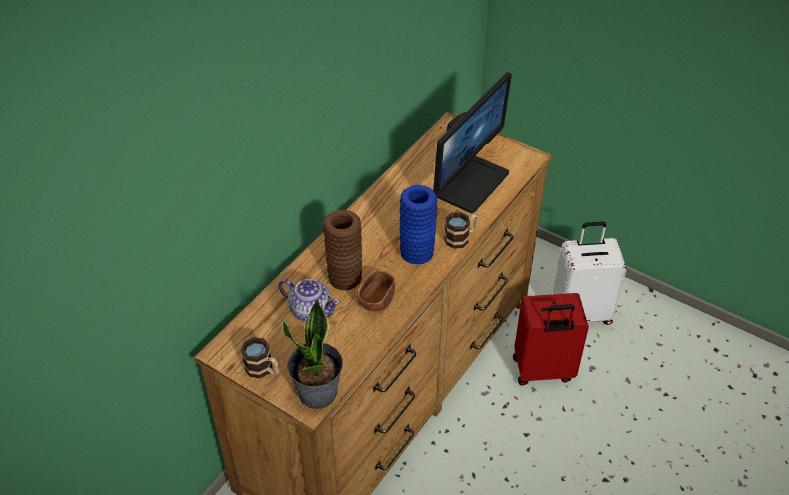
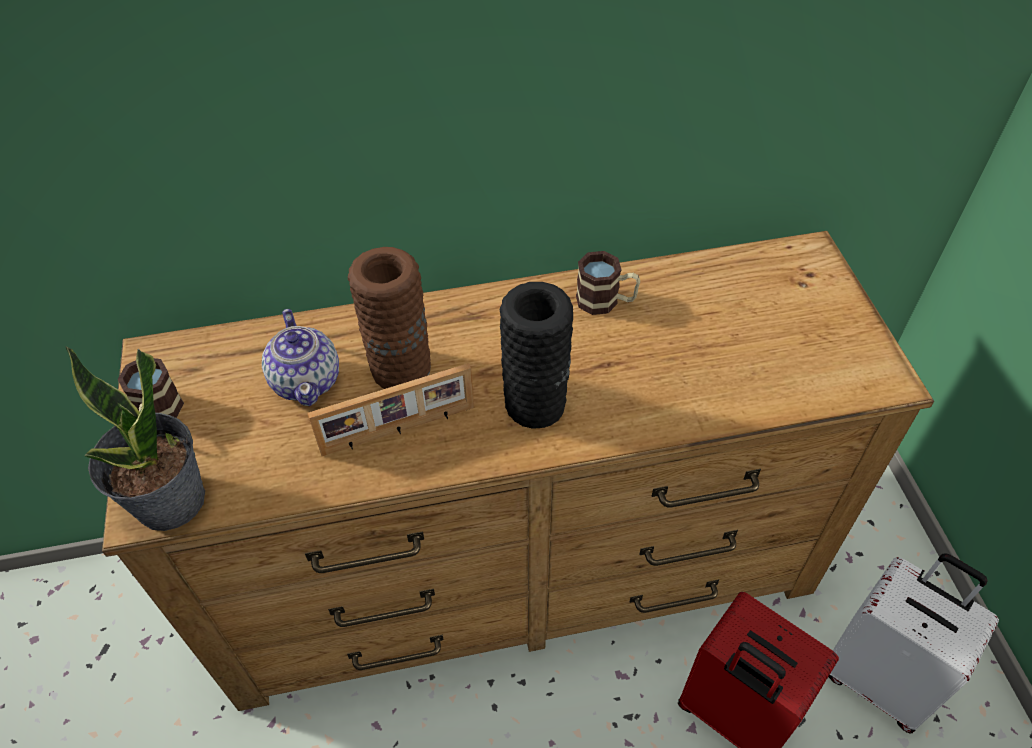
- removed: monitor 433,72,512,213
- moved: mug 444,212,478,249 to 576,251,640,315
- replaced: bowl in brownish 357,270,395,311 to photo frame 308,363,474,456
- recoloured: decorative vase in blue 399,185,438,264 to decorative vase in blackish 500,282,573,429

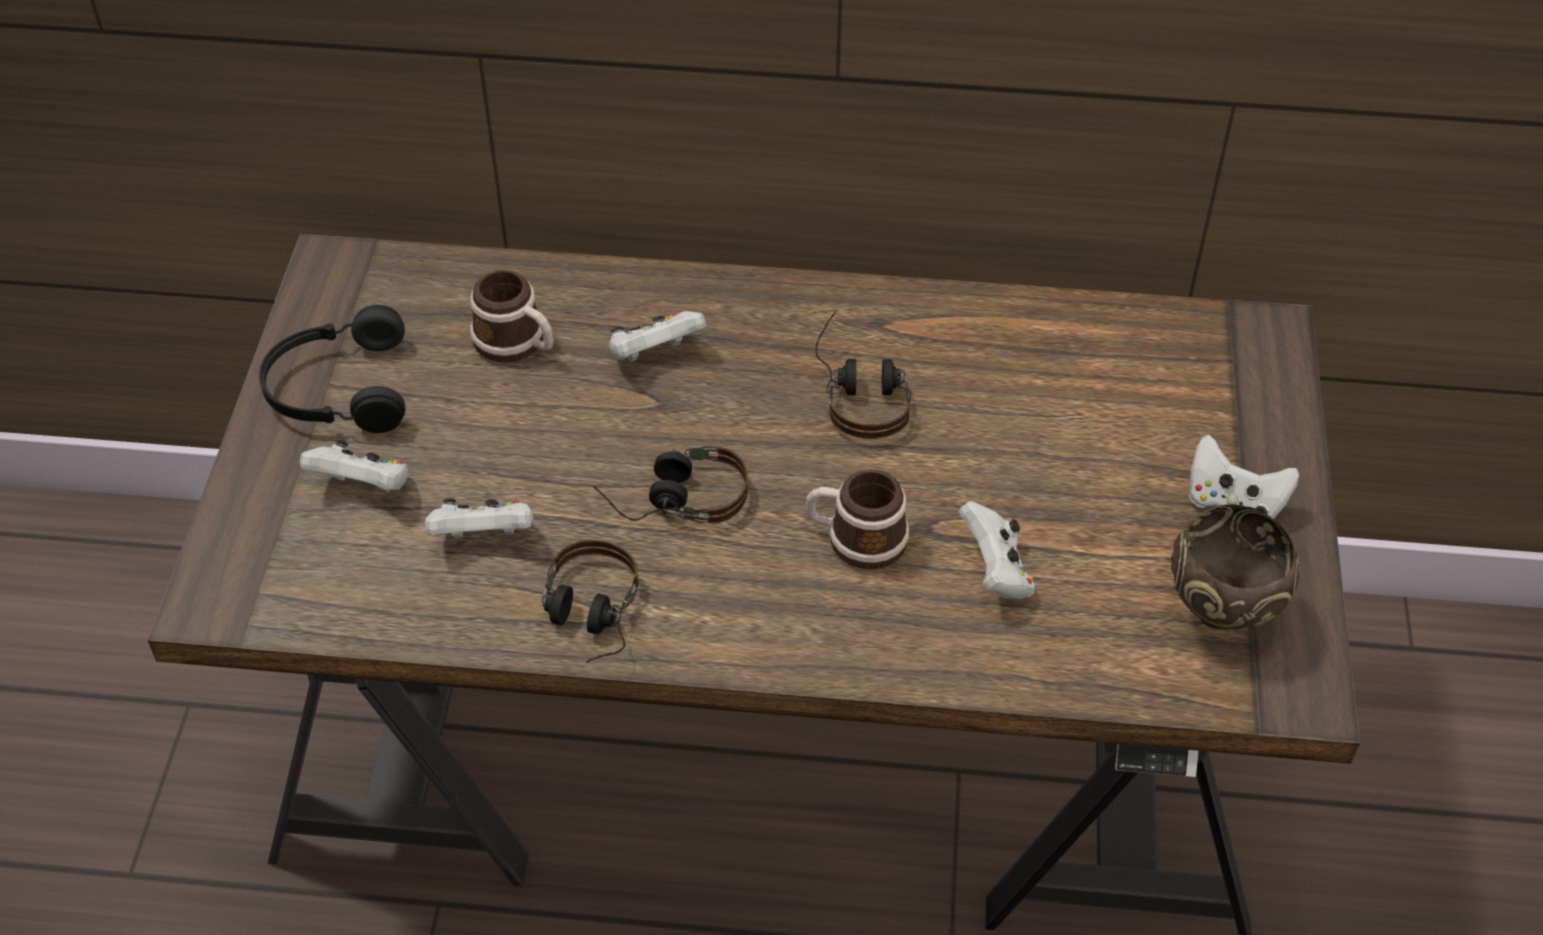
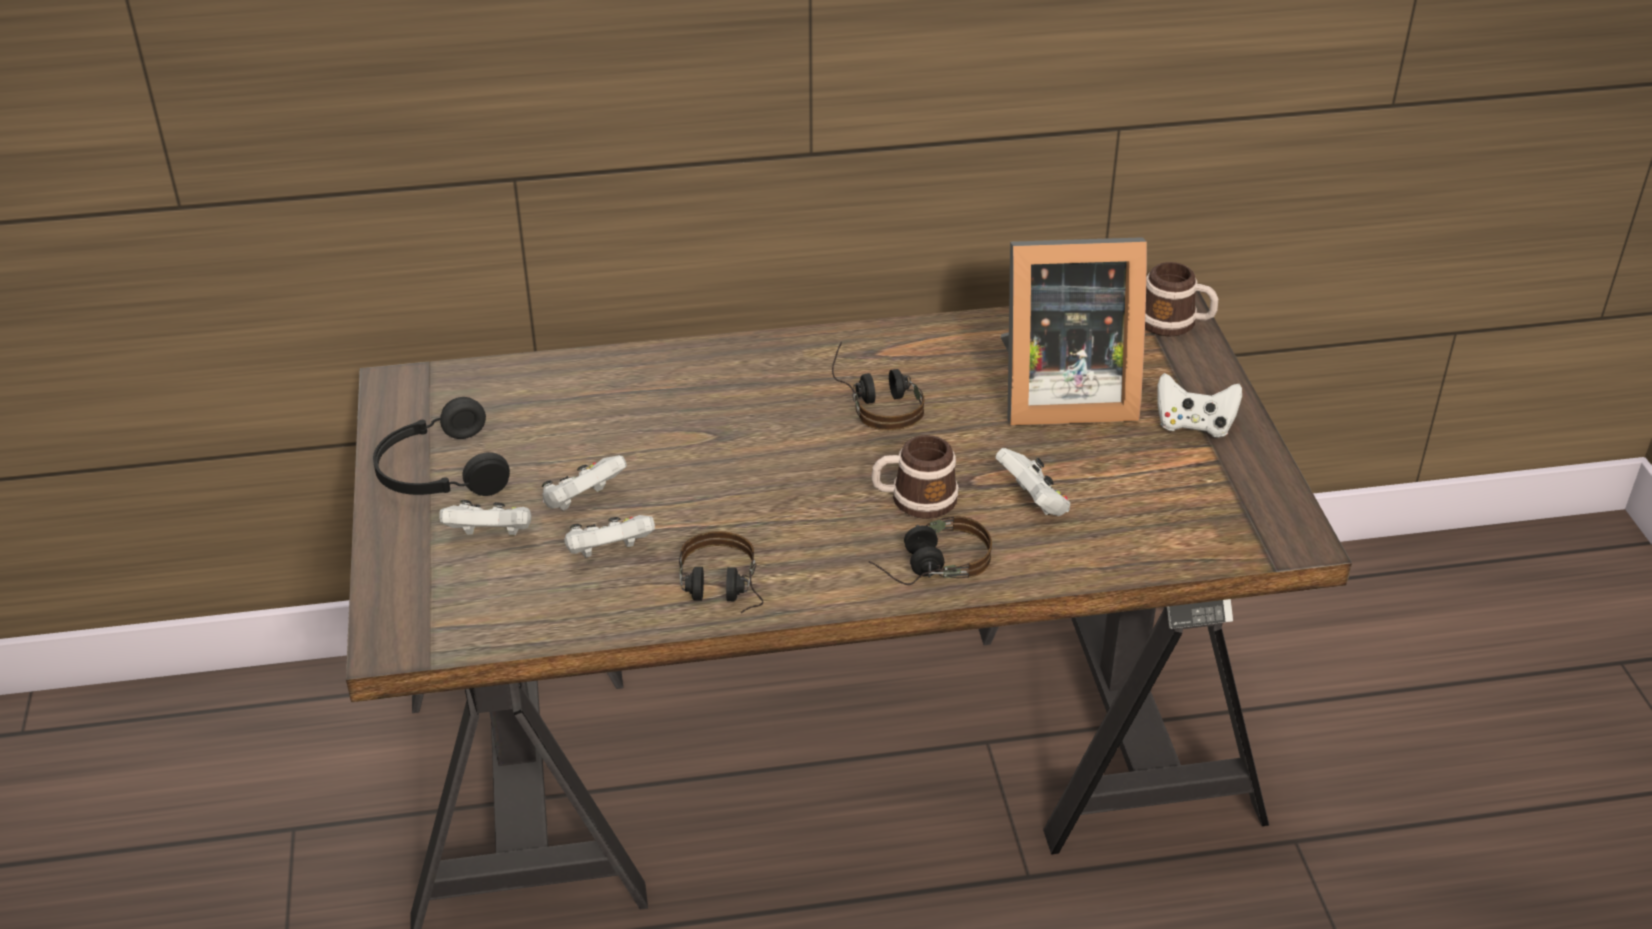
- removed: bowl in brownish 1171,504,1300,630
- added: photo frame 1001,237,1147,426
- moved: mug 470,270,554,363 to 1145,262,1218,337
- moved: headphones 593,446,748,524 to 868,516,992,585
- moved: joypad in whitish 609,311,706,362 to 542,455,627,511

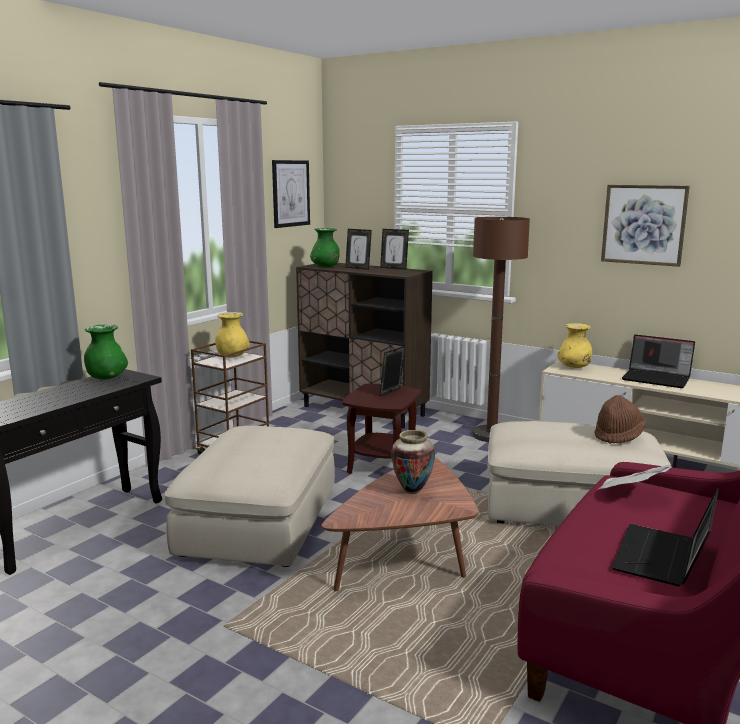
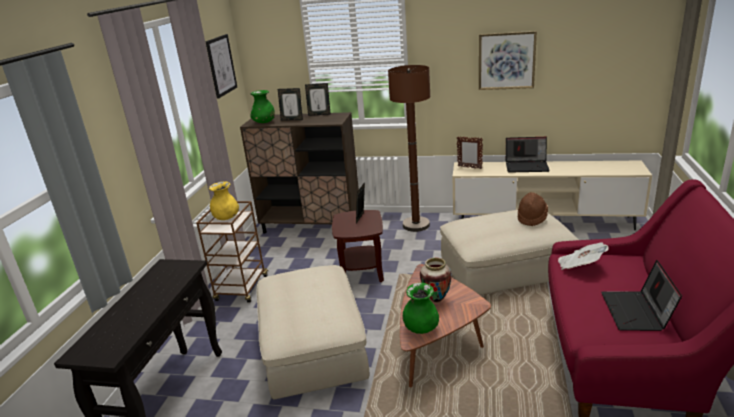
- moved: decorative vase in greenish 84,324,128,380 to 402,283,439,334
- replaced: decorative vase in yellow 557,323,592,368 to photo frame 457,137,483,169

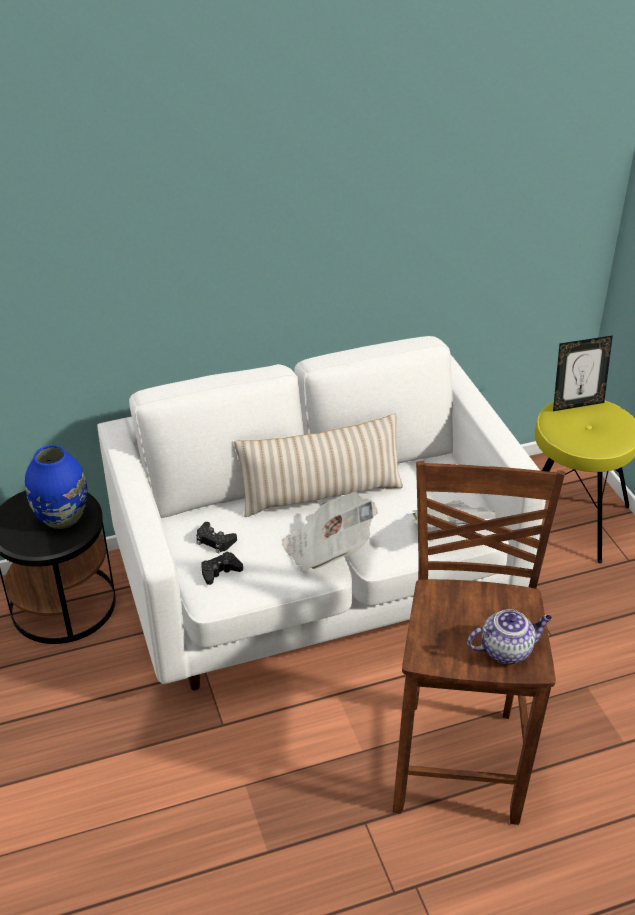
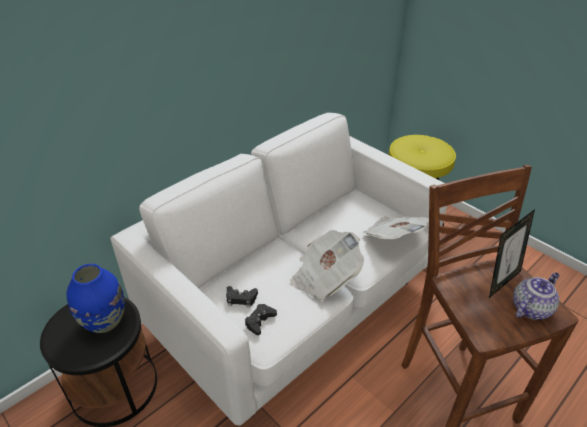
- removed: cushion in sand-coloured 234,413,403,517
- moved: photo frame 553,335,613,411 to 489,209,535,298

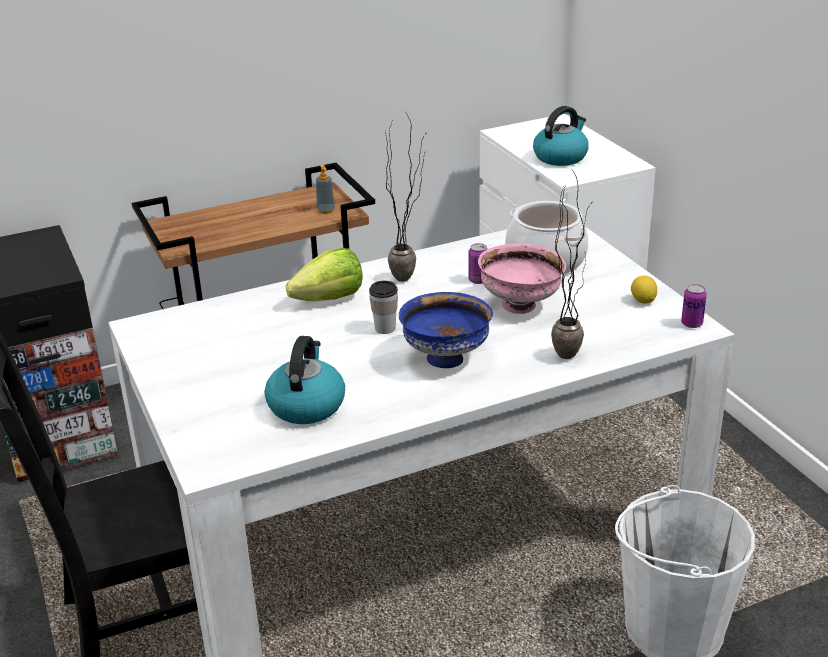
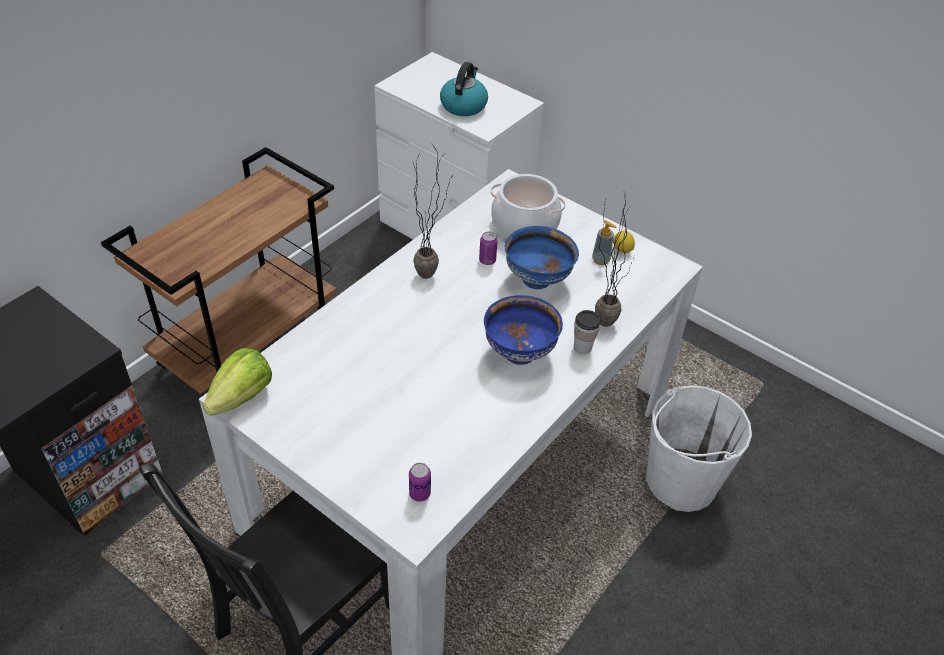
- removed: kettle 264,336,345,424
- moved: lettuce head 286,248,363,301 to 203,348,272,416
- moved: soap dispenser 316,164,335,214 to 592,220,616,265
- moved: small cup 369,281,398,334 to 574,310,601,354
- moved: metal can 681,284,707,328 to 409,463,431,502
- recoloured: bowl in pink 478,243,566,314 to bowl in blue 504,226,579,289

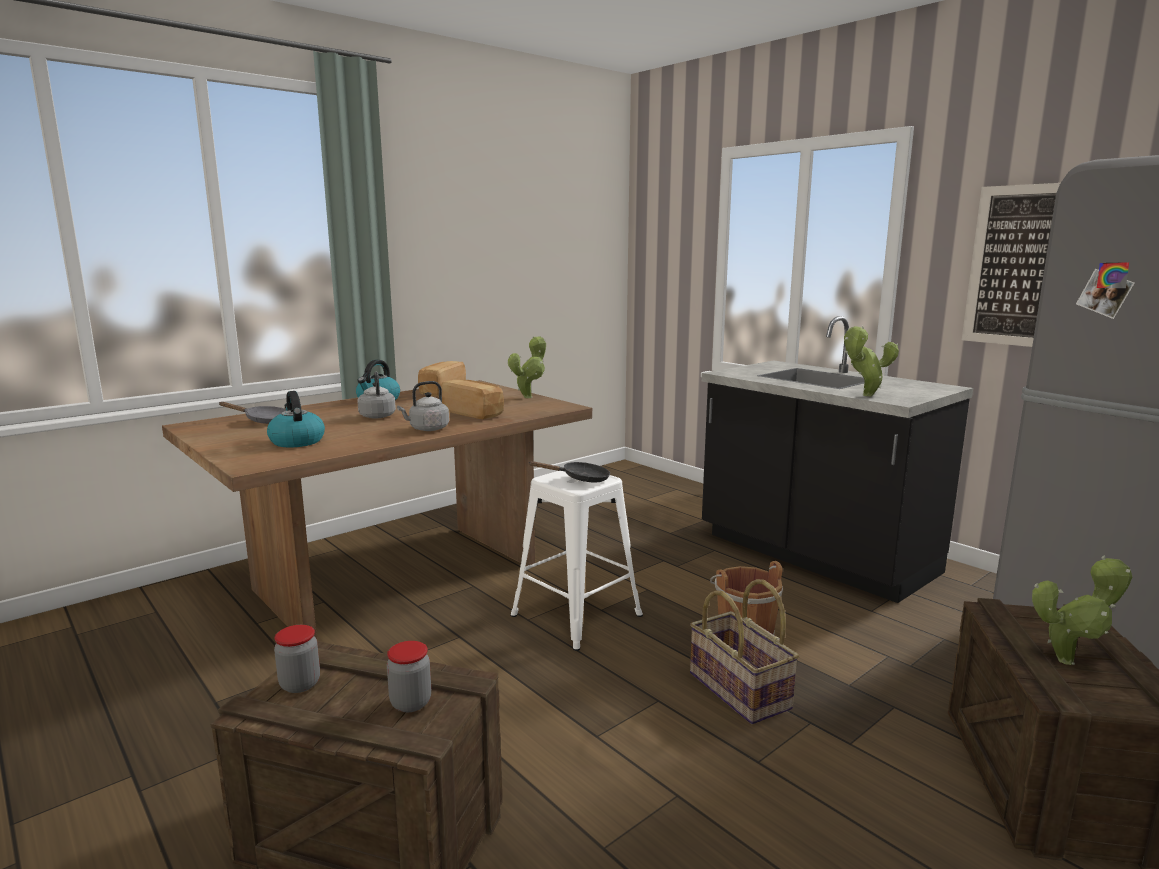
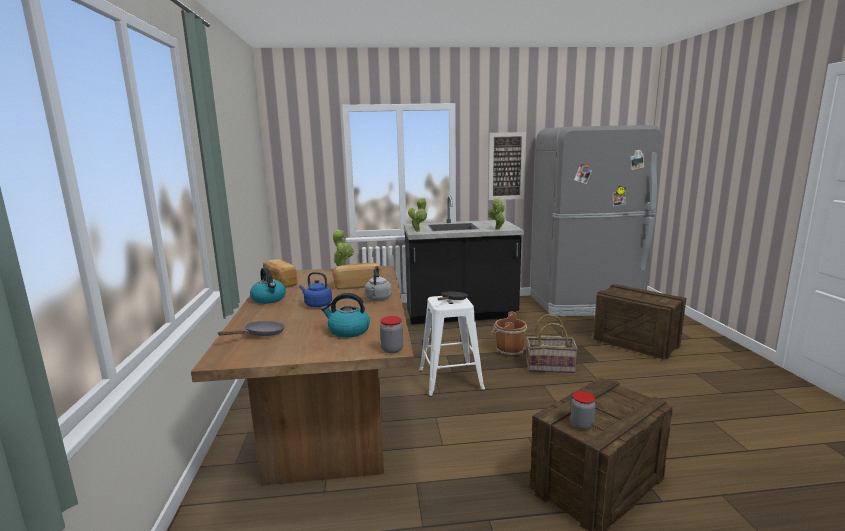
- moved: storage jar 387,641,431,712 to 380,316,403,353
- moved: plant in a pot 1032,555,1132,665 to 408,198,427,232
- recoloured: kettle in greyish 357,372,396,419 to kettle in blue 299,272,332,307

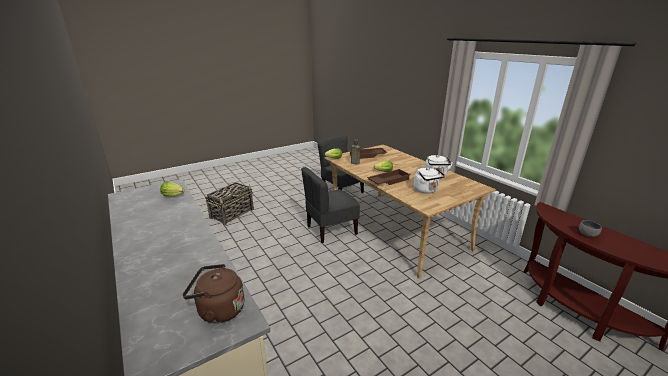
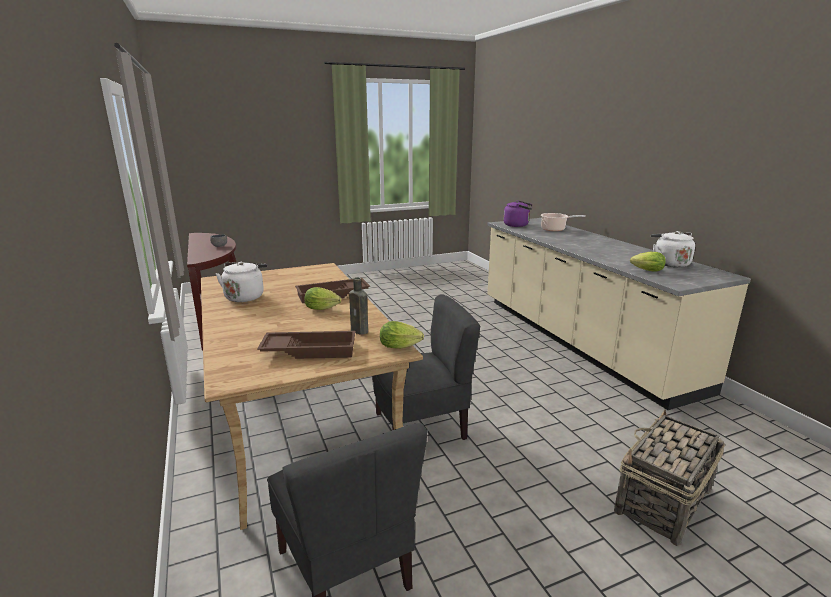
- added: stockpot 541,213,586,231
- moved: kettle in whitish 414,168,445,193 to 651,231,695,267
- recoloured: kettle in brownish 183,264,245,324 to kettle in purple-coloured 503,201,532,227

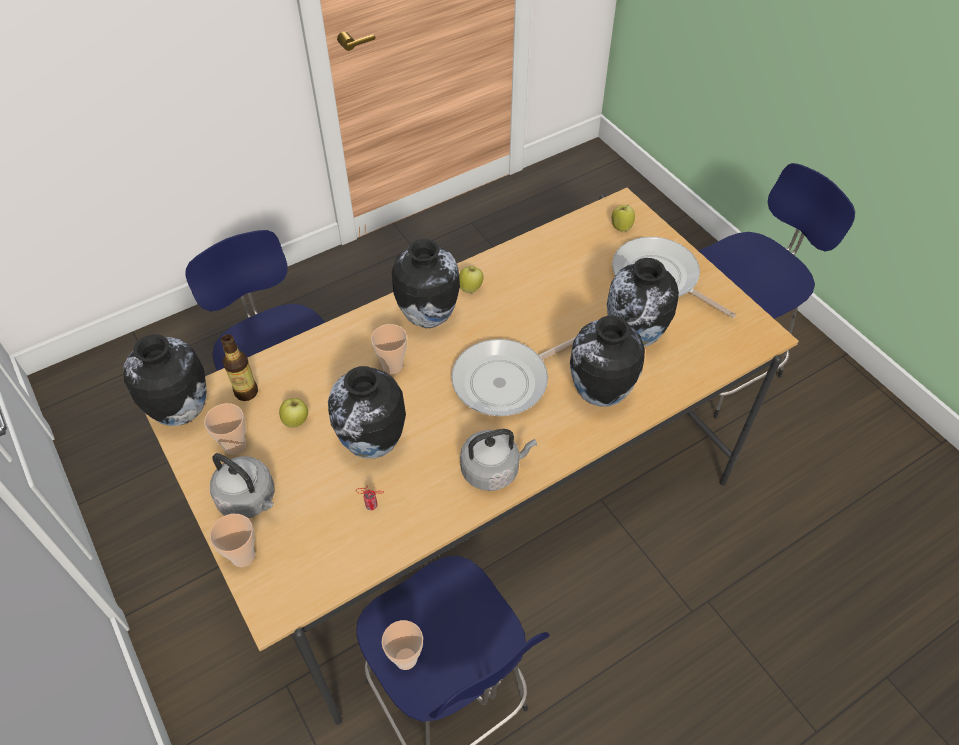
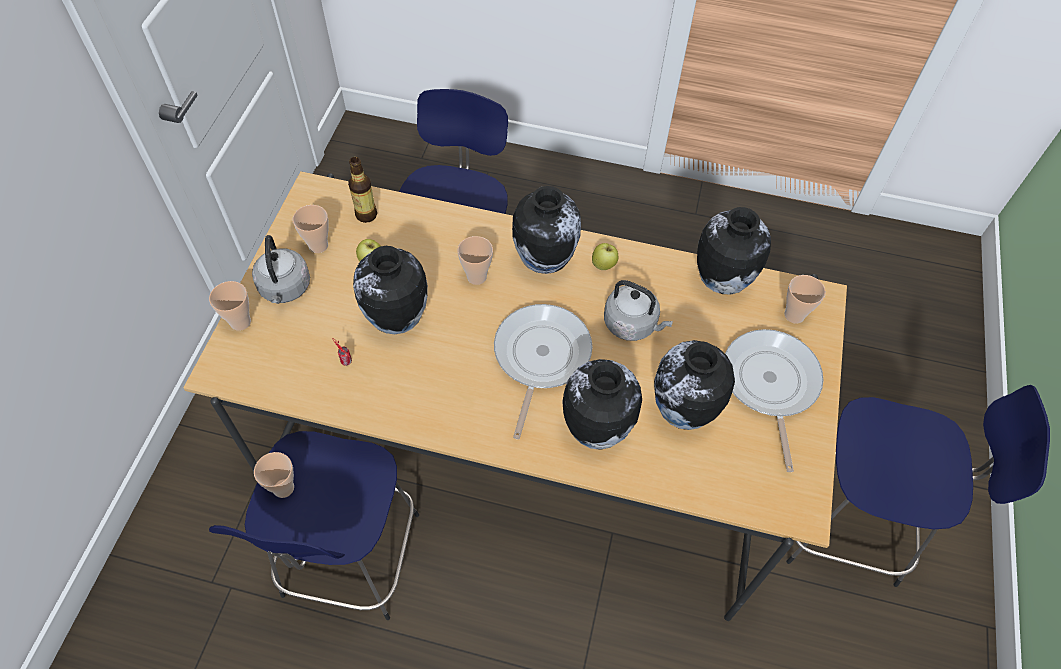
- moved: decorative vase 124,334,207,426 to 697,207,771,295
- moved: kettle in greyish 460,429,537,491 to 604,280,673,341
- replaced: apple 611,205,635,231 to small cup 784,275,826,324
- turned: skillet 451,337,576,416 = 494,304,592,439 90 degrees clockwise

